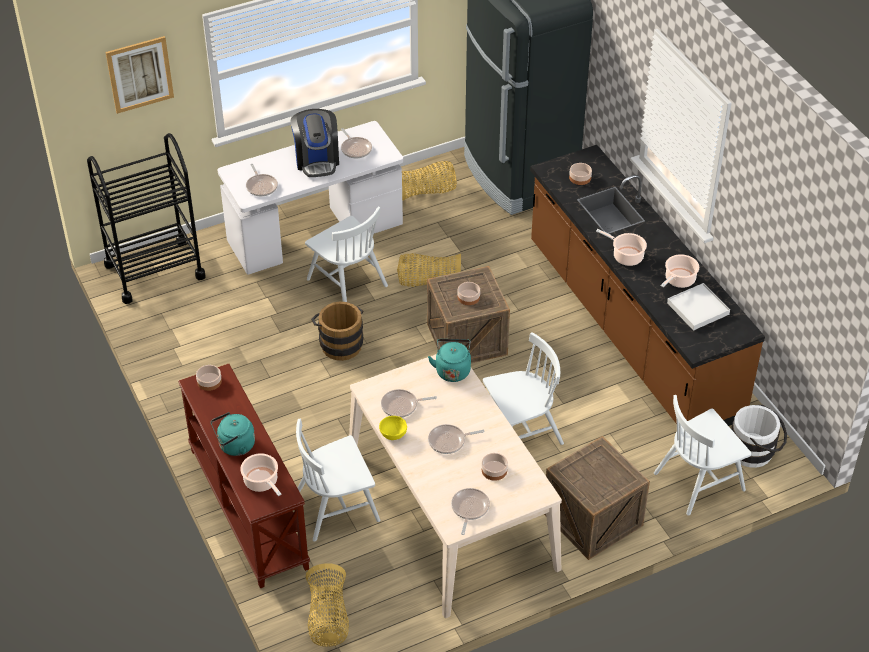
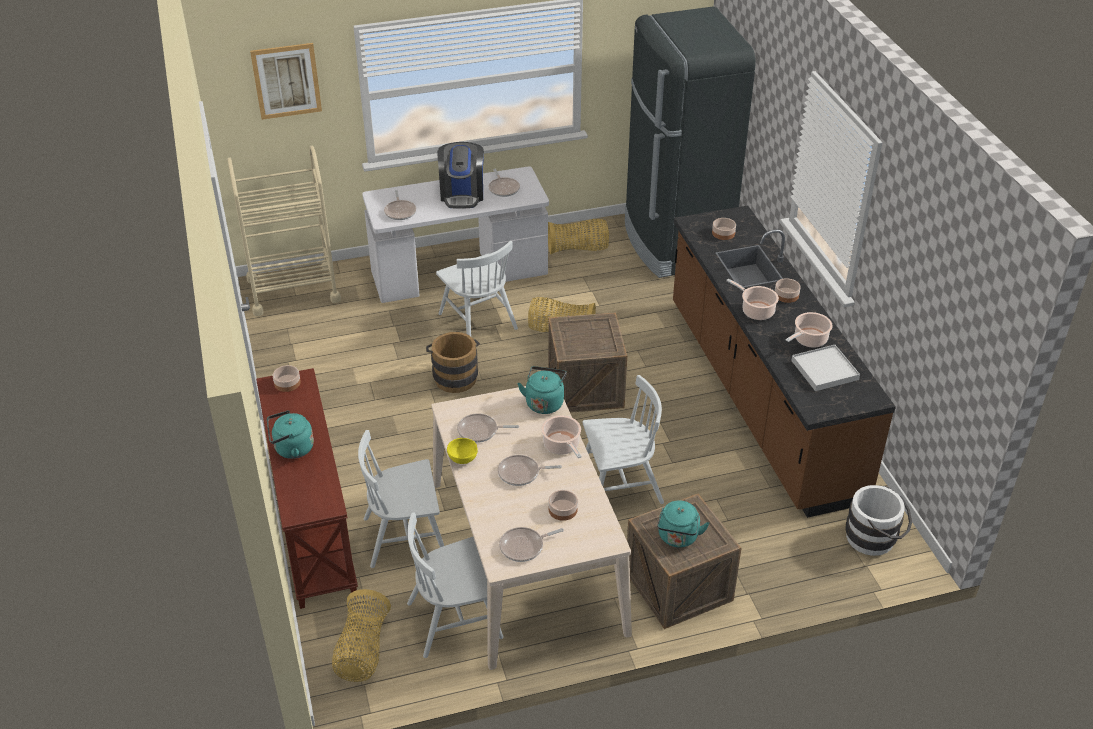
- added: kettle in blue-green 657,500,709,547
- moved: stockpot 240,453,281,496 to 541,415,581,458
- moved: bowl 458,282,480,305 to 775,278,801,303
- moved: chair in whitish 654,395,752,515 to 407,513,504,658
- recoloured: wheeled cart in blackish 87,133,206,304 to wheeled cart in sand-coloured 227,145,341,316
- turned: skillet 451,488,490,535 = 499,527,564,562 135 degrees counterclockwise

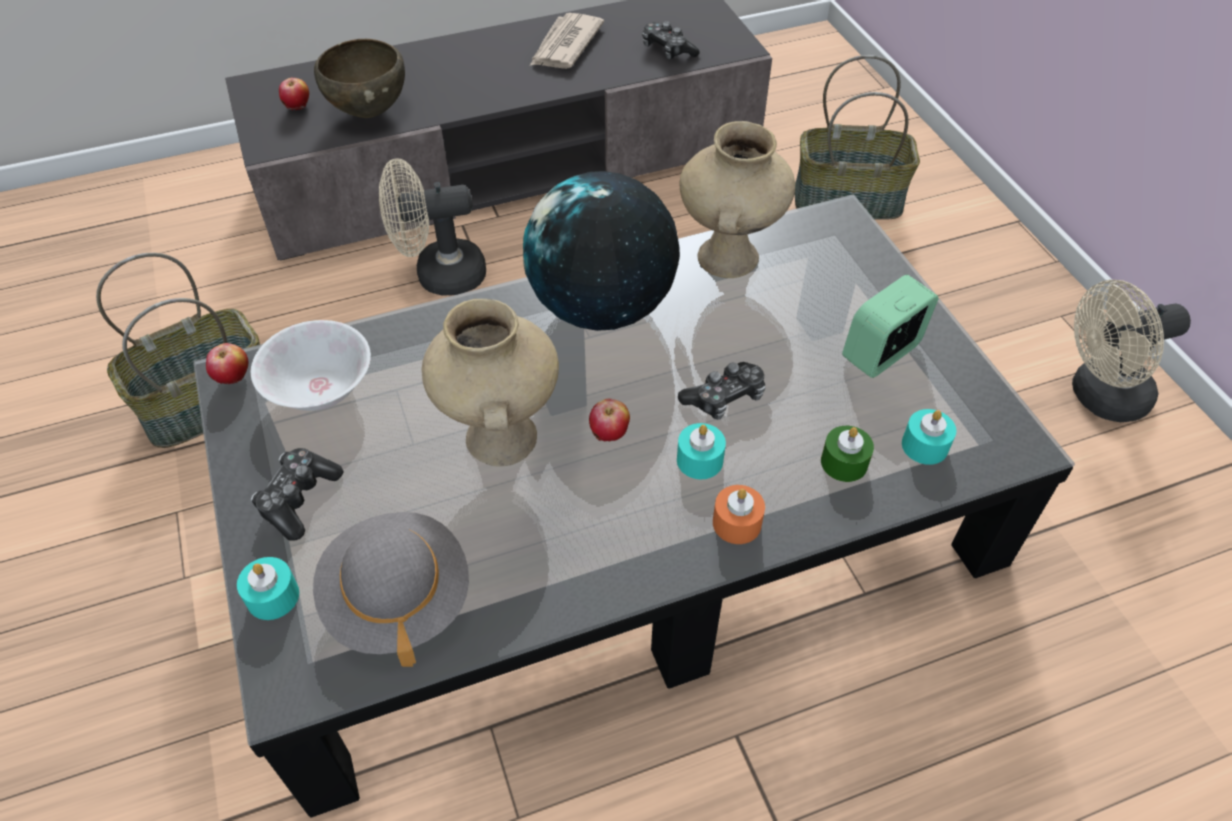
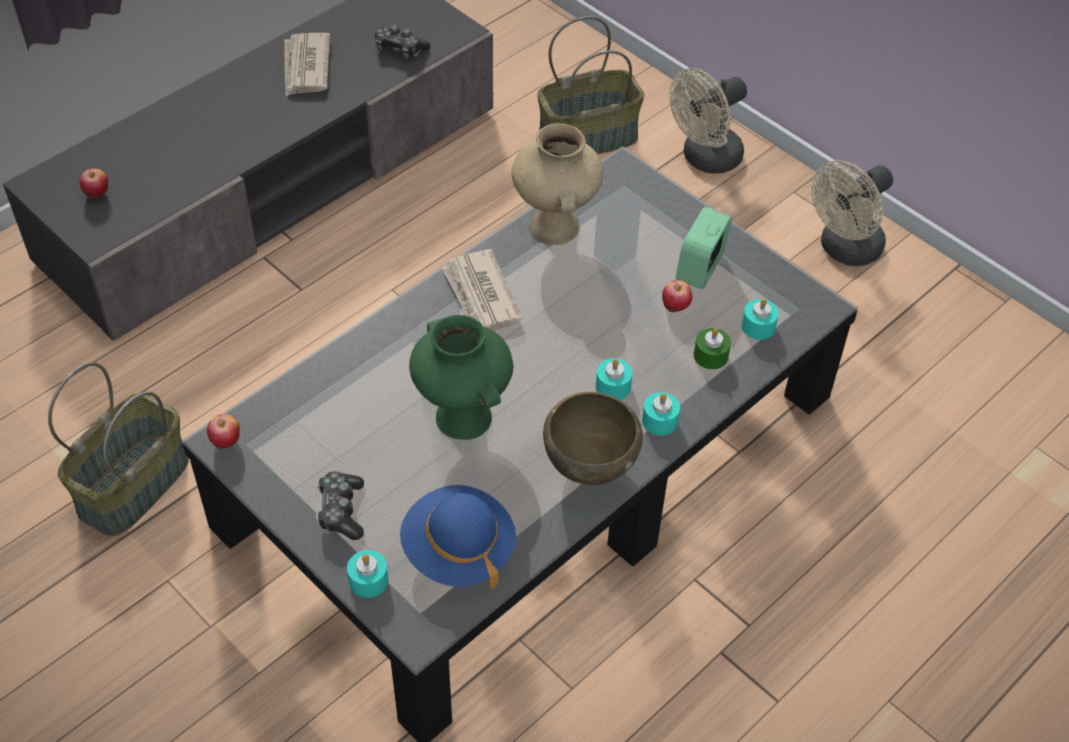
- removed: bowl in whitish 250,320,371,411
- removed: joypad 678,362,766,420
- moved: bowl in brownish 314,39,405,118 to 543,392,643,485
- moved: electric fan in sand-coloured 379,158,486,296 to 669,68,747,173
- moved: apple 589,399,630,441 to 662,280,692,313
- replaced: desk globe 523,171,680,331 to printed paper 442,249,523,331
- recoloured: hat in greyish 313,512,469,667 to hat in blue 400,485,516,589
- recoloured: decorative vase in sand-coloured 422,299,559,467 to decorative vase in greenish 409,315,513,440
- recoloured: wax candle in orange 713,485,765,544 to wax candle in blue-green 642,392,680,435

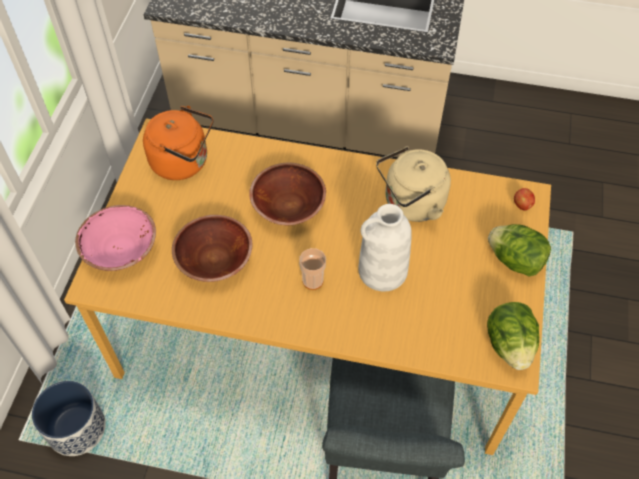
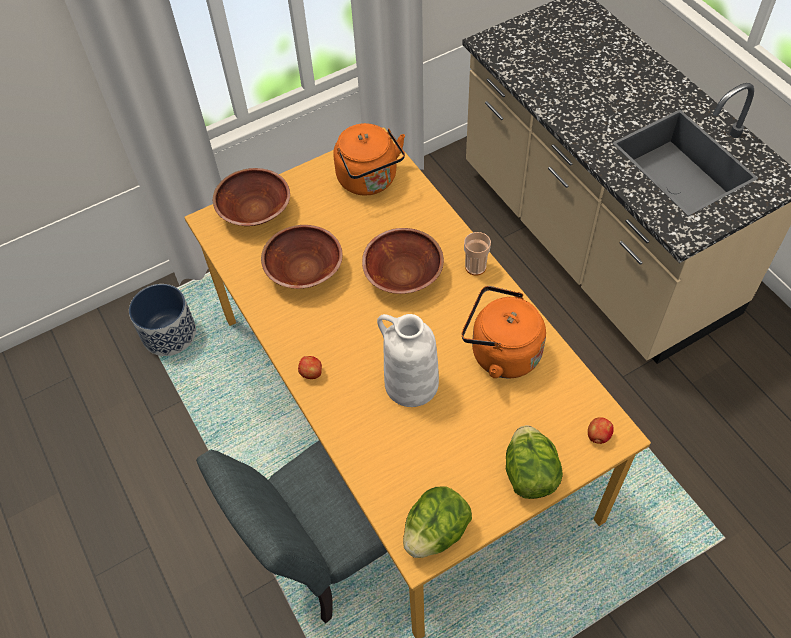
- added: apple 298,356,322,379
- moved: small cup 299,248,326,290 to 464,232,491,276
- recoloured: bowl in pink 75,205,156,271 to bowl in brownish 213,168,290,226
- recoloured: kettle in sand-coloured 376,146,451,222 to kettle in orange 462,286,546,378

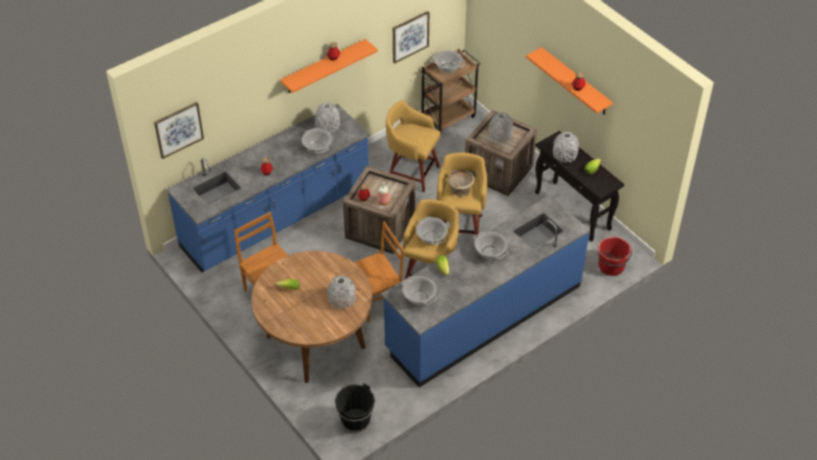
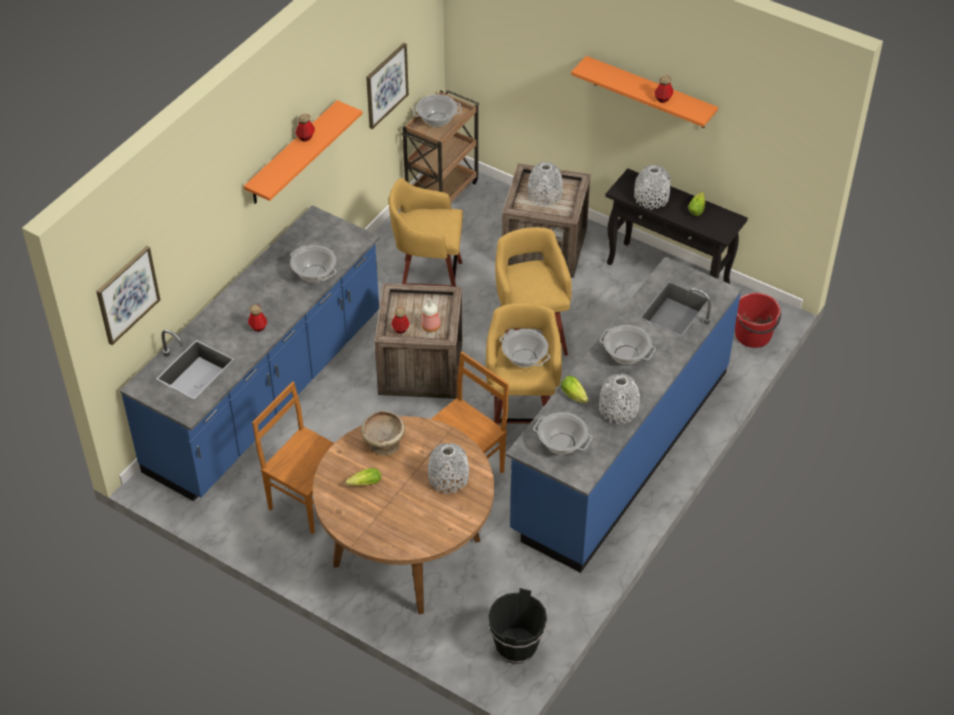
- moved: decorative vase in greyish 315,102,340,134 to 599,374,640,424
- moved: bowl in sand-coloured 447,169,475,197 to 361,411,405,455

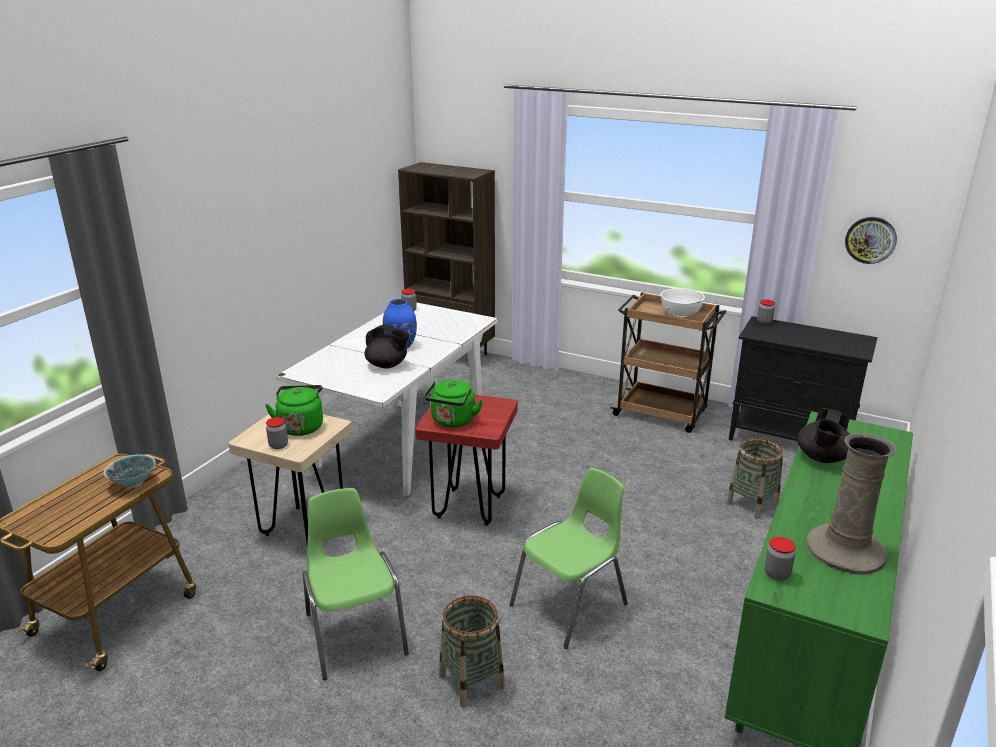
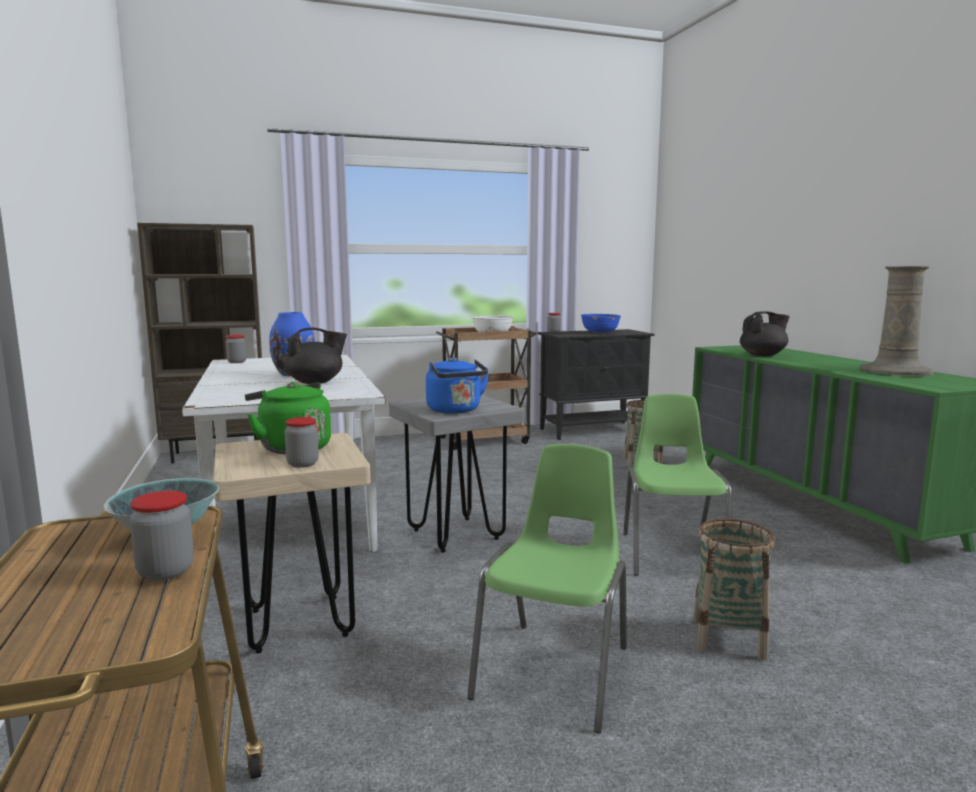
- removed: clock on the wall 845,217,897,264
- added: bowl in blue 581,314,621,334
- moved: storage jar 764,537,796,581 to 130,491,194,581
- recoloured: stool in red 415,395,518,526 to stool in greyish 389,396,524,553
- recoloured: kettle in greenish 424,380,483,427 to kettle in blue 426,357,489,414
- turned: chair in greenish 303,488,409,680 = 467,444,627,734 90 degrees clockwise
- turned: tea pot in blackish 797,408,850,463 = 740,311,790,356 90 degrees counterclockwise

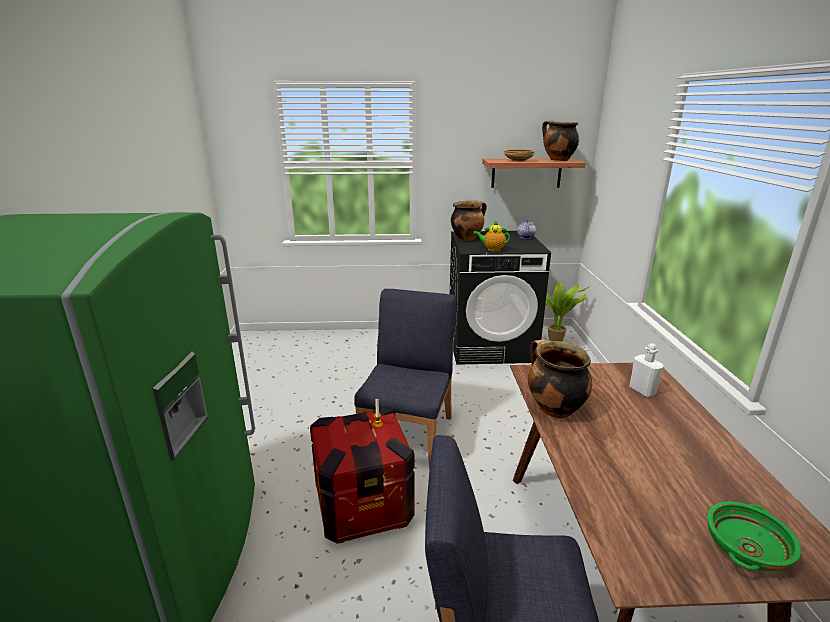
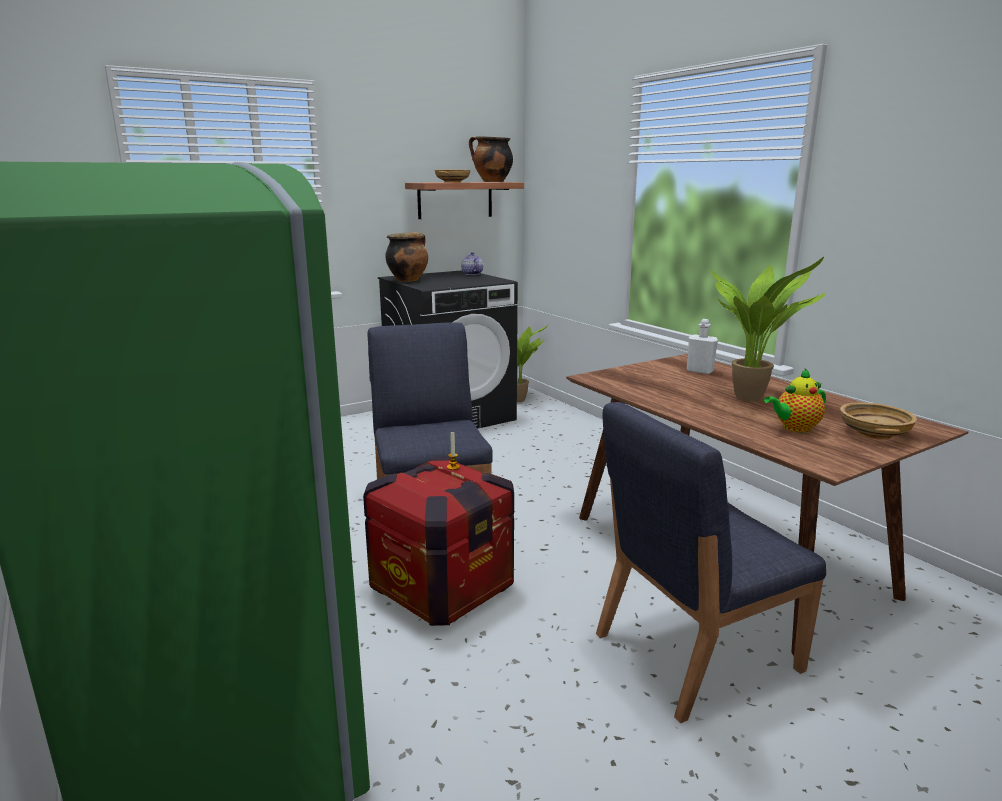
- removed: stockpot 528,339,592,418
- added: plant in a pot 711,257,826,402
- moved: tea pot 473,220,510,251 to 764,368,826,433
- recoloured: bowl in greenish 707,502,801,571 to bowl in sand-coloured 840,403,917,440

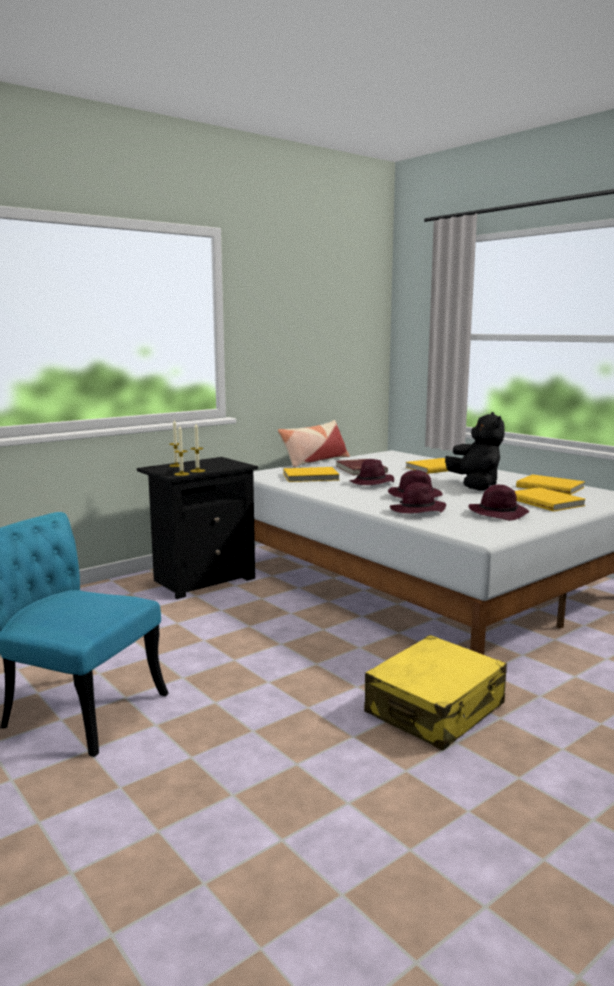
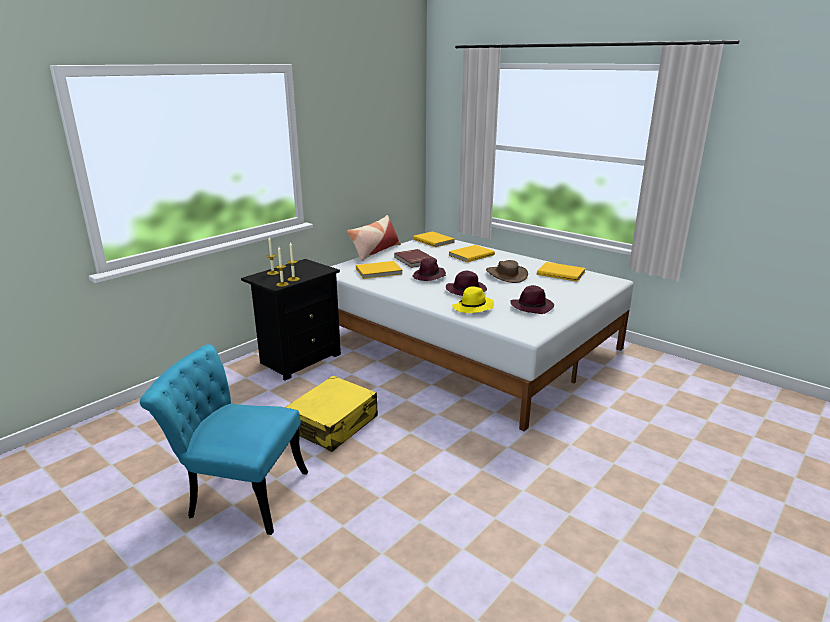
- moved: travel case in yellow 364,635,507,750 to 285,376,378,452
- moved: volume in yellow 515,487,586,511 to 413,231,455,247
- replaced: plush toy in blackish 445,412,505,491 to hat in brownish 486,260,528,283
- recoloured: hat in purple-coloured 390,482,446,513 to hat in yellow 452,287,494,313

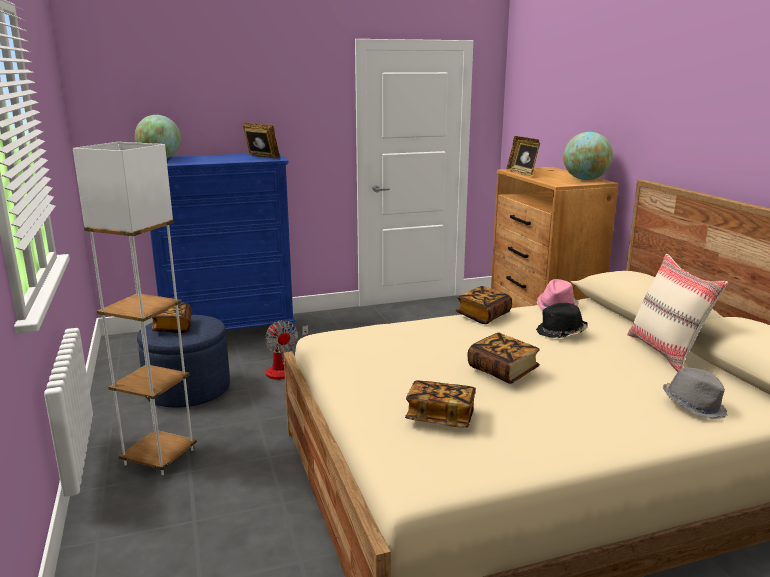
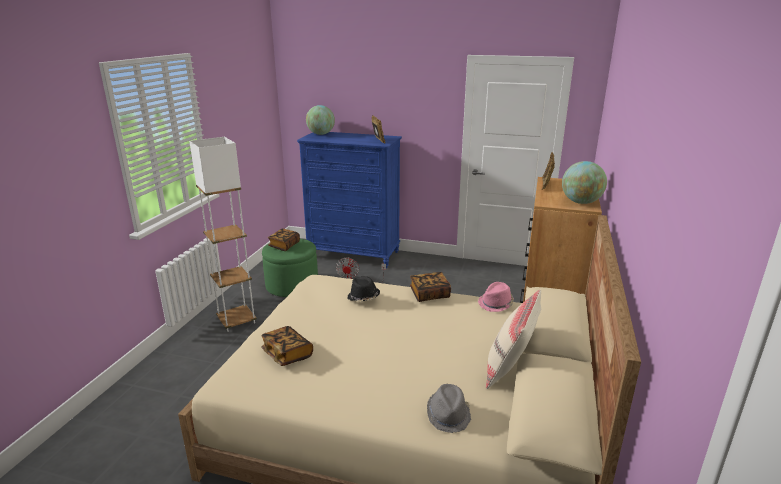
- removed: volume 468,332,540,384
- moved: hat in blackish 536,303,588,338 to 347,276,380,301
- recoloured: ottoman in blue 137,315,230,408 to ottoman in greenish 262,239,318,297

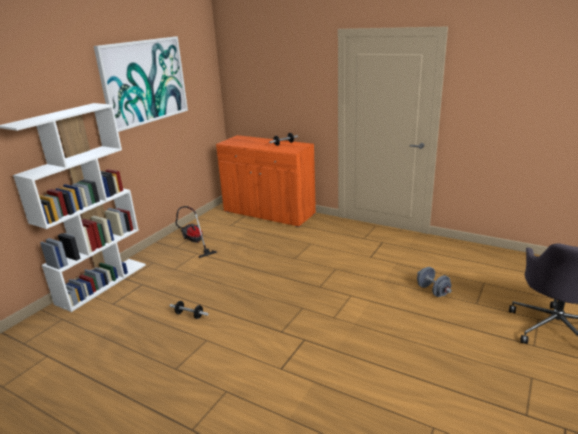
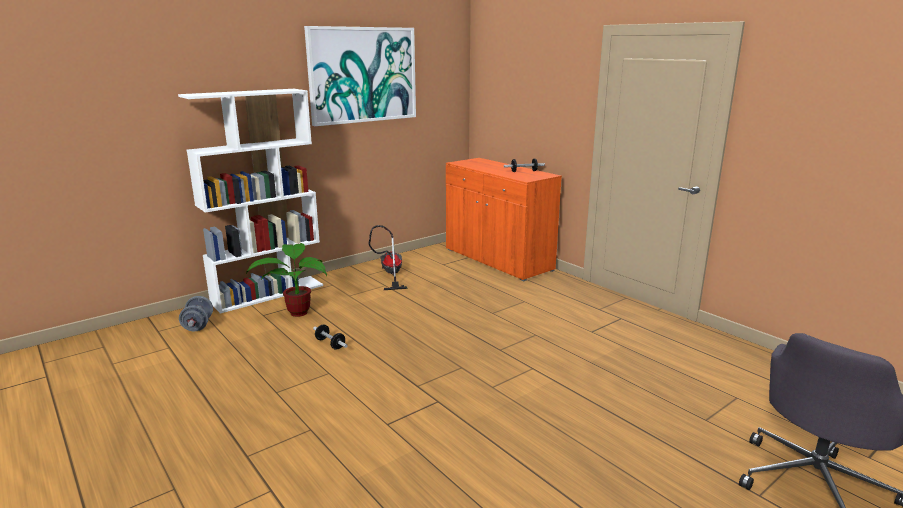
- added: plant in a pot 246,243,327,317
- moved: hand weight in greyish 417,267,452,297 to 179,296,213,331

